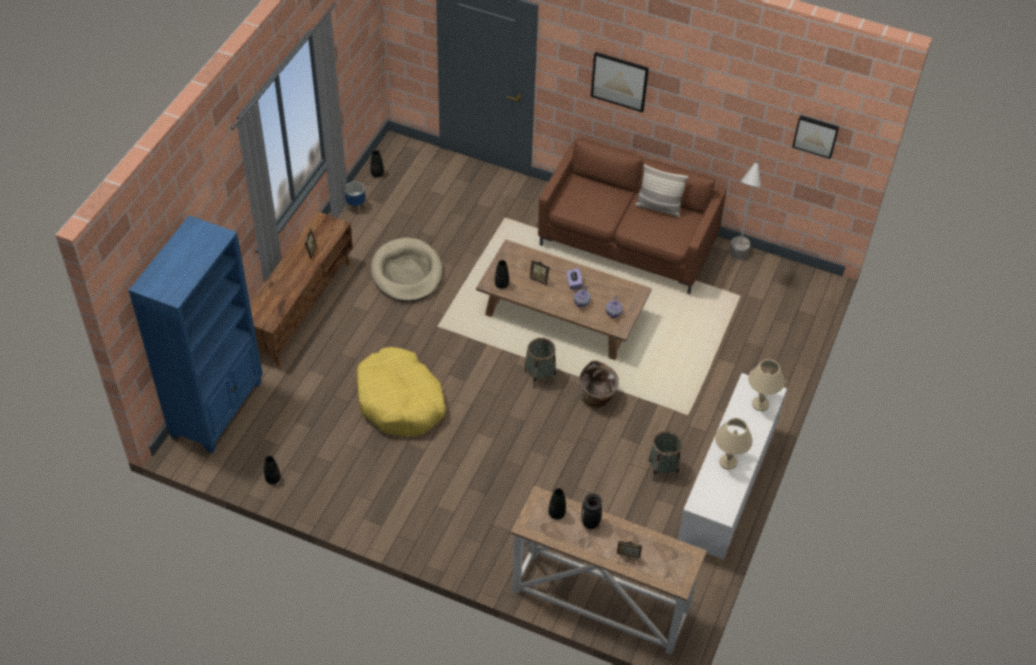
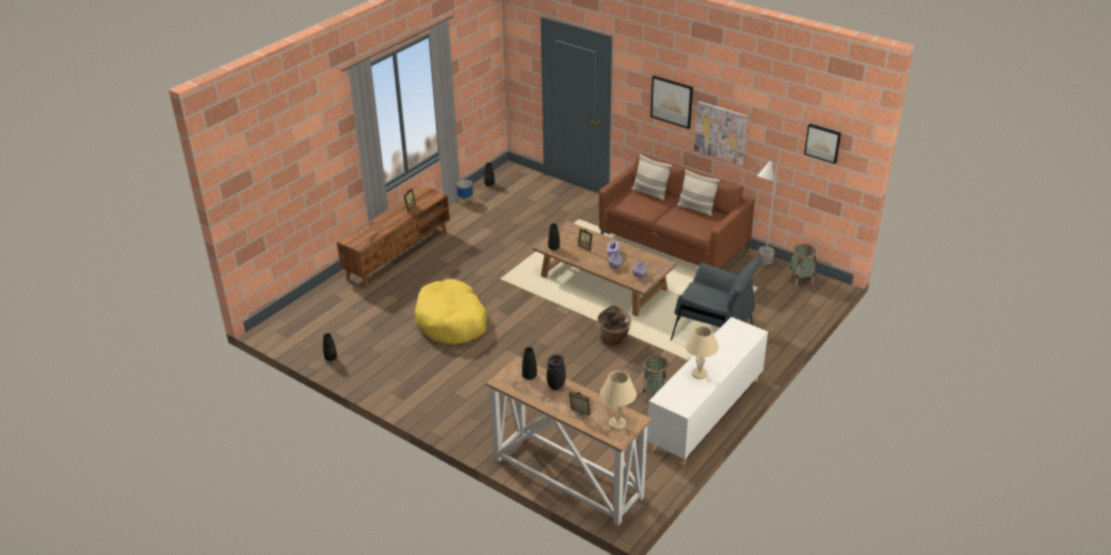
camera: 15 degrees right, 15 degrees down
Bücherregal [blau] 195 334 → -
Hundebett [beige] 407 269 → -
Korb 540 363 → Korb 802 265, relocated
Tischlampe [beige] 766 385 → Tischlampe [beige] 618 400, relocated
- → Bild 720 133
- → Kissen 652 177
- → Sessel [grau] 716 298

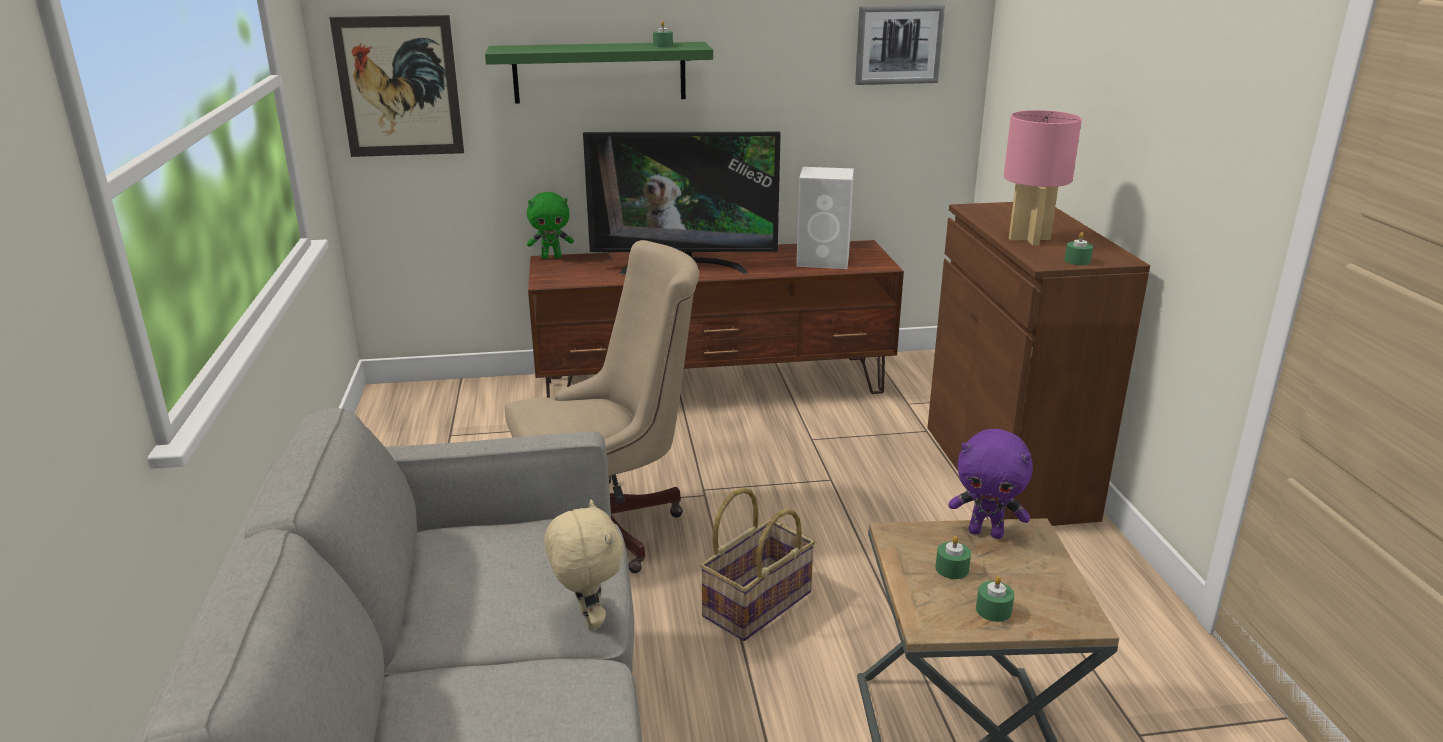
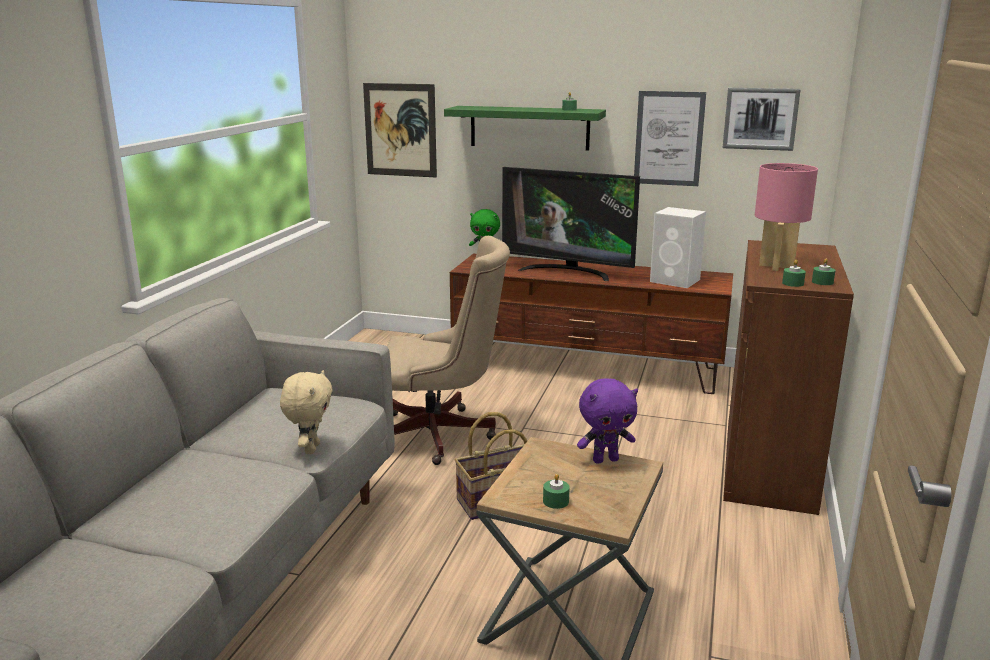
camera: 25 degrees right, 5 degrees down
Plüschtier [lila] 991 484 → Plüschtier [lila] 607 421, 60 degrees counterclockwise
Kerze [grün] 953 557 → Kerze [grün] 823 272, relocated
- → Bild 670 138

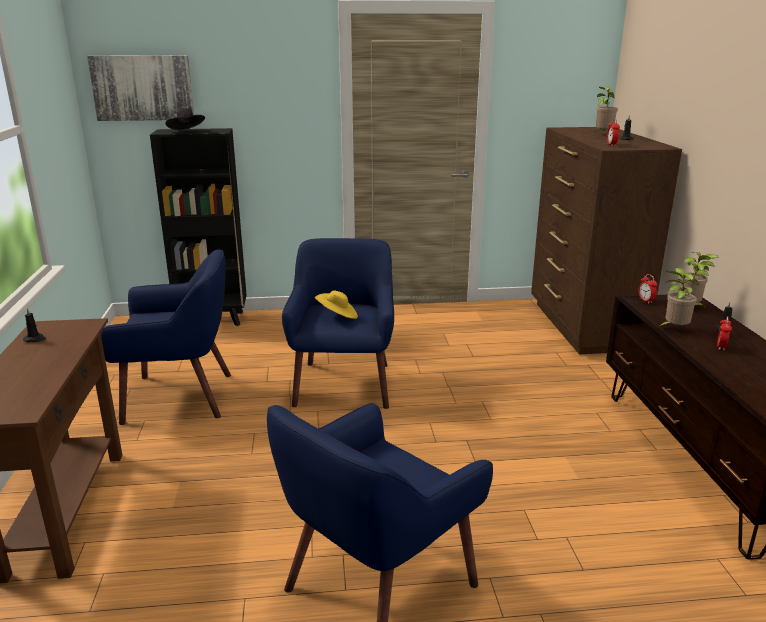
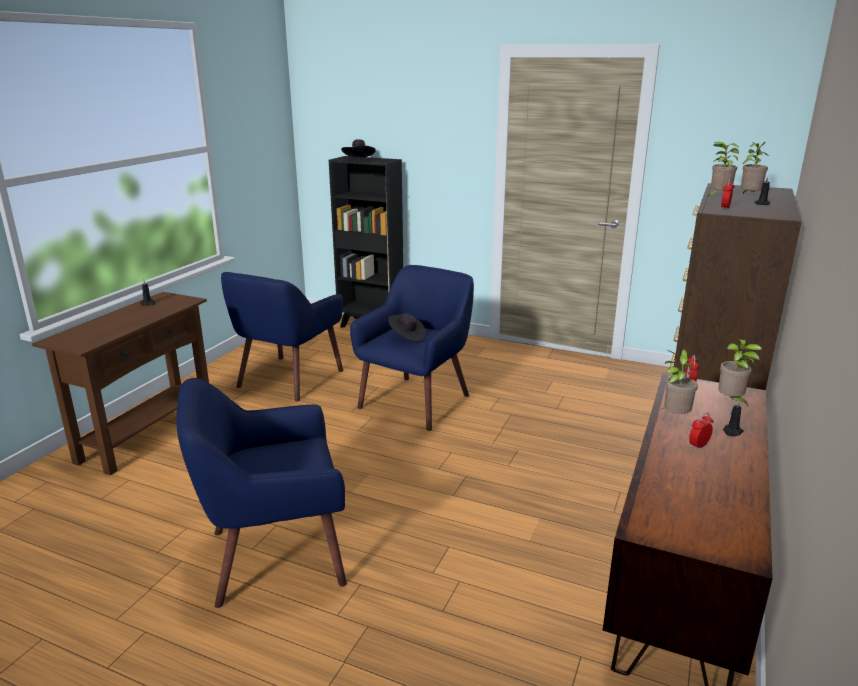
camera: 30 degrees right, 0 degrees up
Bild 140 88 → -
Sessel [blau] 166 337 → Sessel [blau] 282 337, 90 degrees clockwise
Hut [gelb] 336 305 → Hut [schwarz] 407 327
- → Topfpflanze 723 169

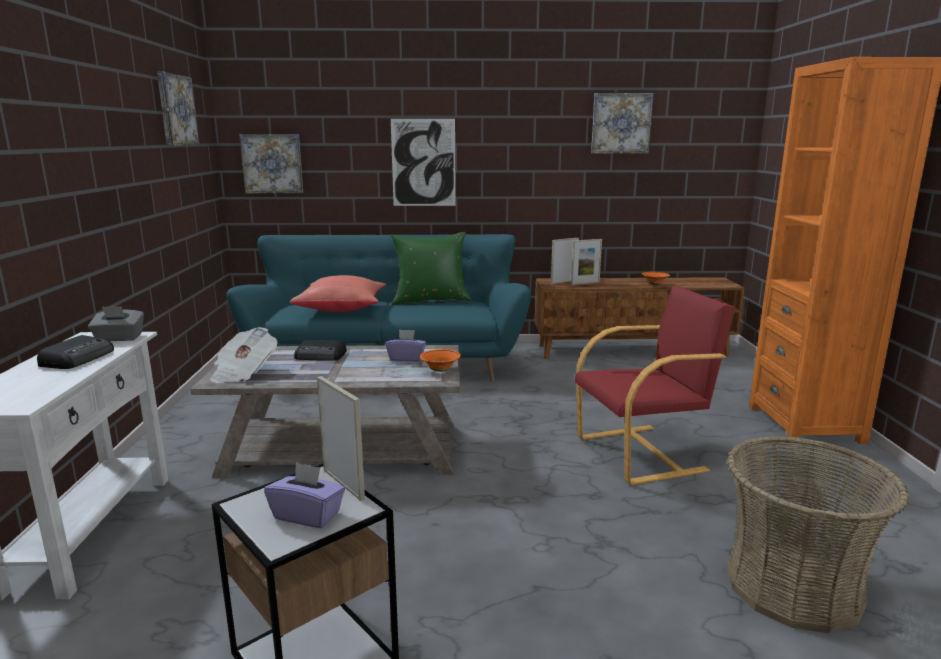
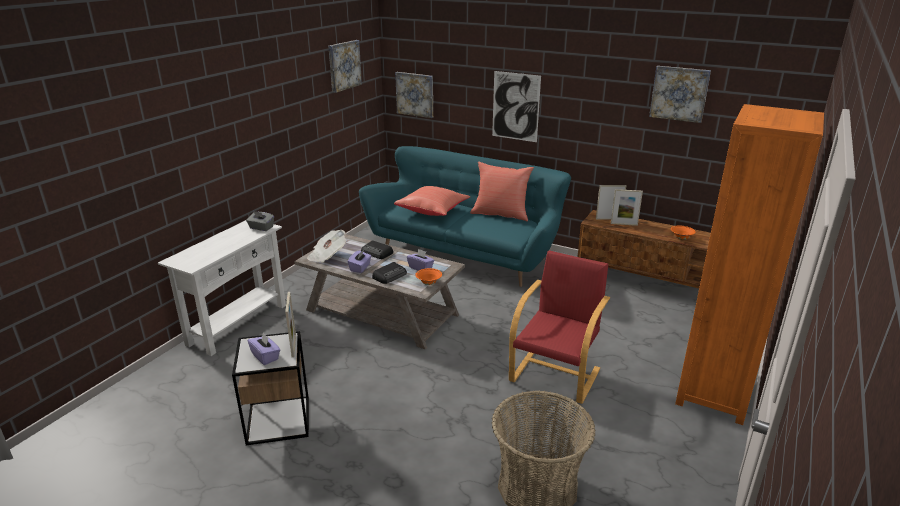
camera: 30 degrees right, 10 degrees up
Kissen [grün] 431 268 → Kissen [rot] 502 191
Sessel [rot] 655 385 → Sessel [rot] 559 327, 75 degrees counterclockwise
Radio 75 352 → Radio 389 273, relocated
- → Taschentuchbox [lila] 359 261

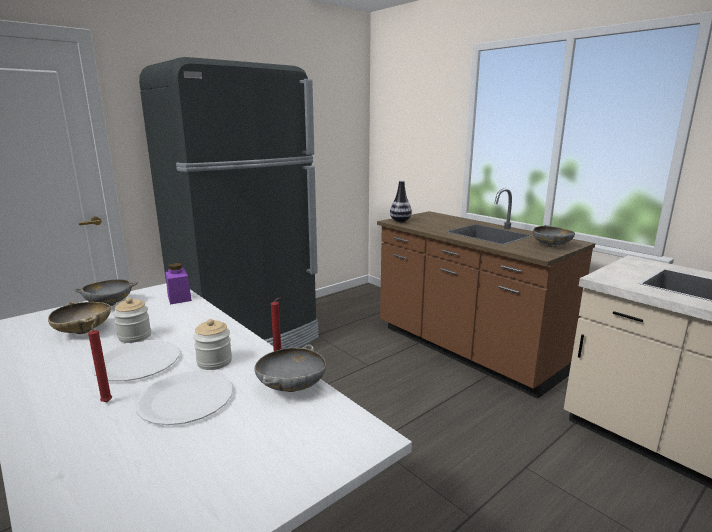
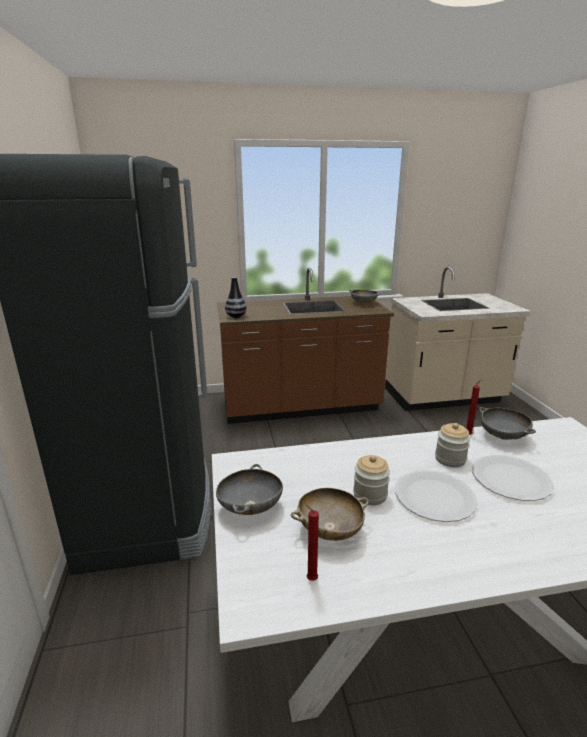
camera: 60 degrees left, 5 degrees up
Vorratsglas [lila] 178 283 → -
Kerze [rot] 100 361 → Kerze [rot] 311 542, relocated

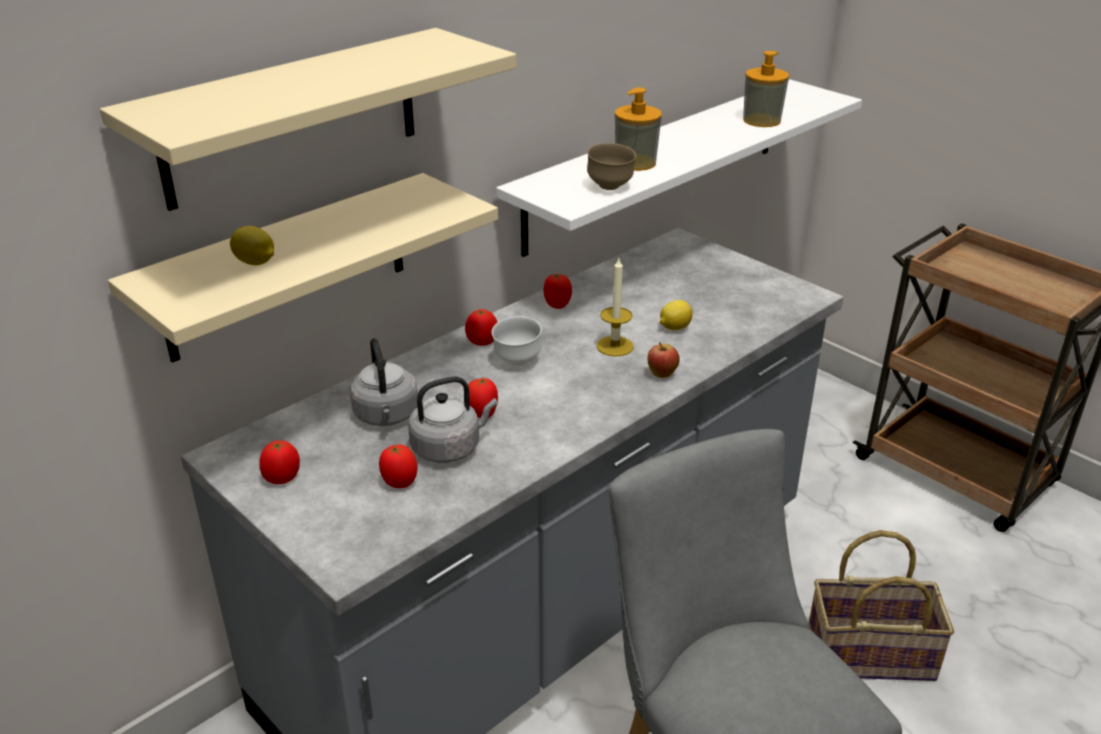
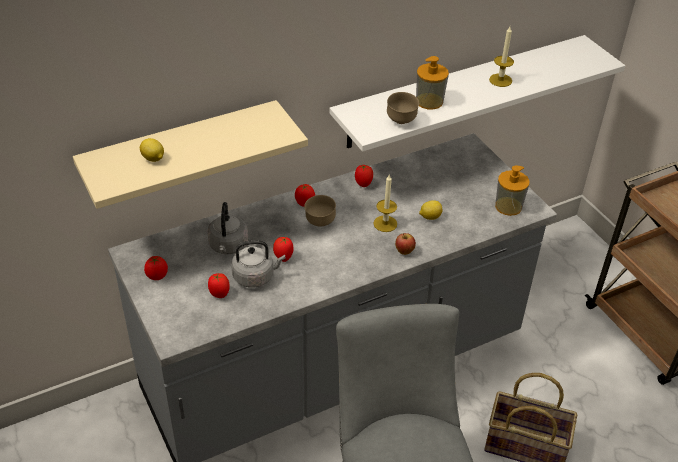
camera: 15 degrees right, 10 degrees up
Wandregal [beige] 308 119 → -
Seifenspender 766 89 → Seifenspender 512 191, relocated
Schüssel [weiß] 517 341 → Schüssel [braun] 320 211
- → Kerze 501 57

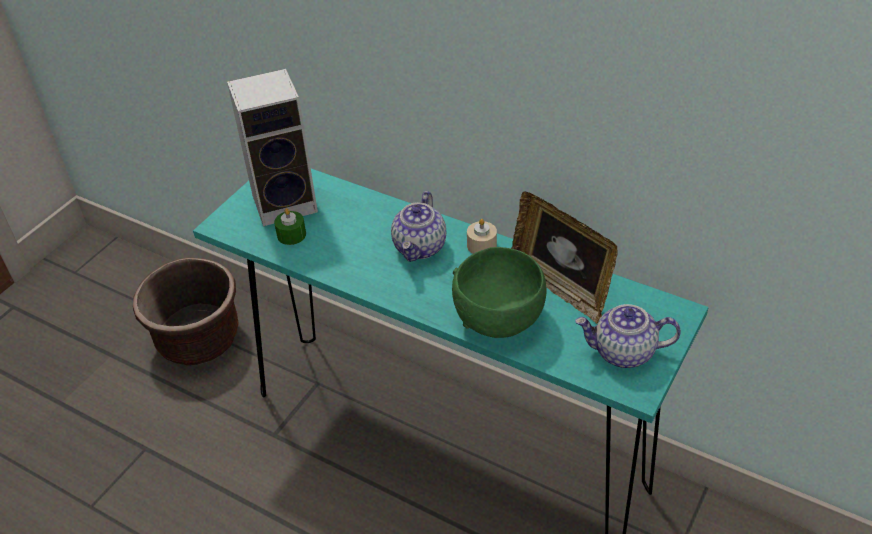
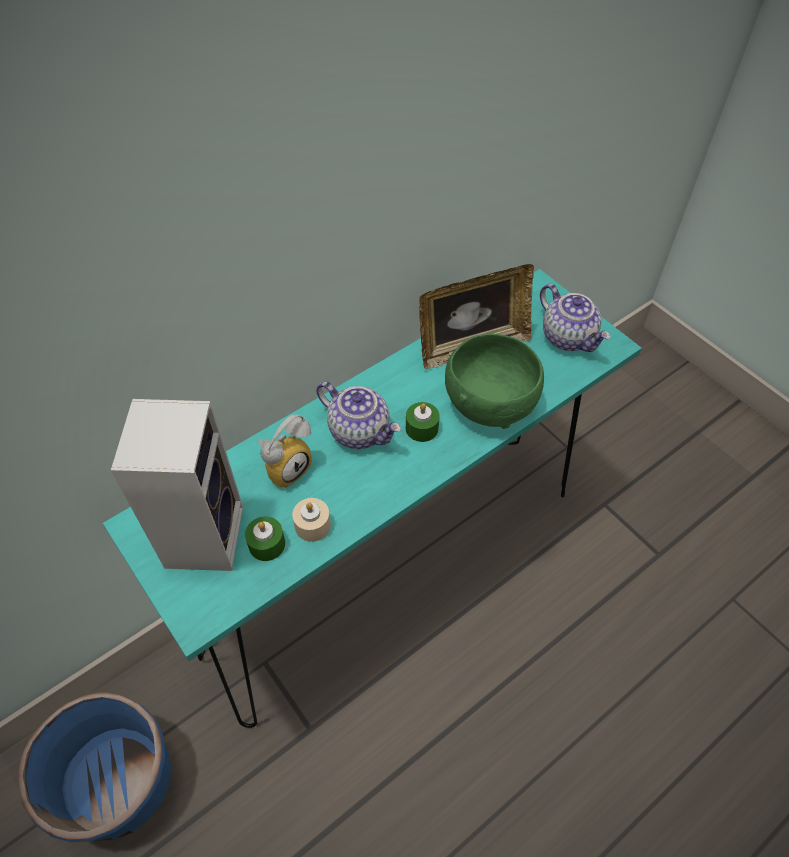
camera: 70 degrees left, 10 degrees up
Kerze [beige] 482 236 → Kerze [beige] 311 520, relocated
Pflanzkübel [braun] 186 311 → Pflanzkübel [blau] 94 767
Teekanne 628 336 → Teekanne 575 318, 60 degrees counterclockwise
- → Kerze [grün] 422 422
- → Wecker 285 451

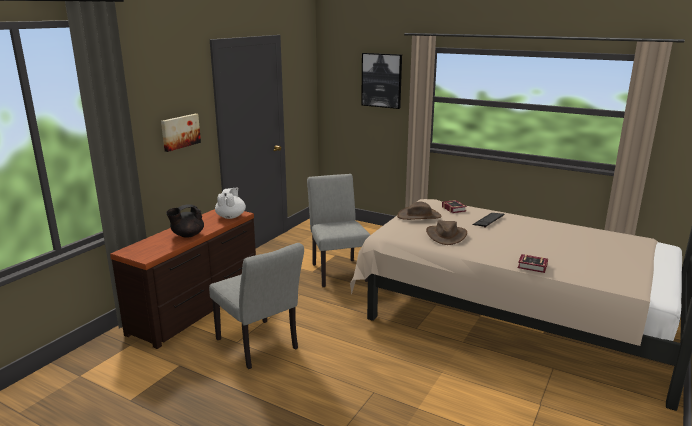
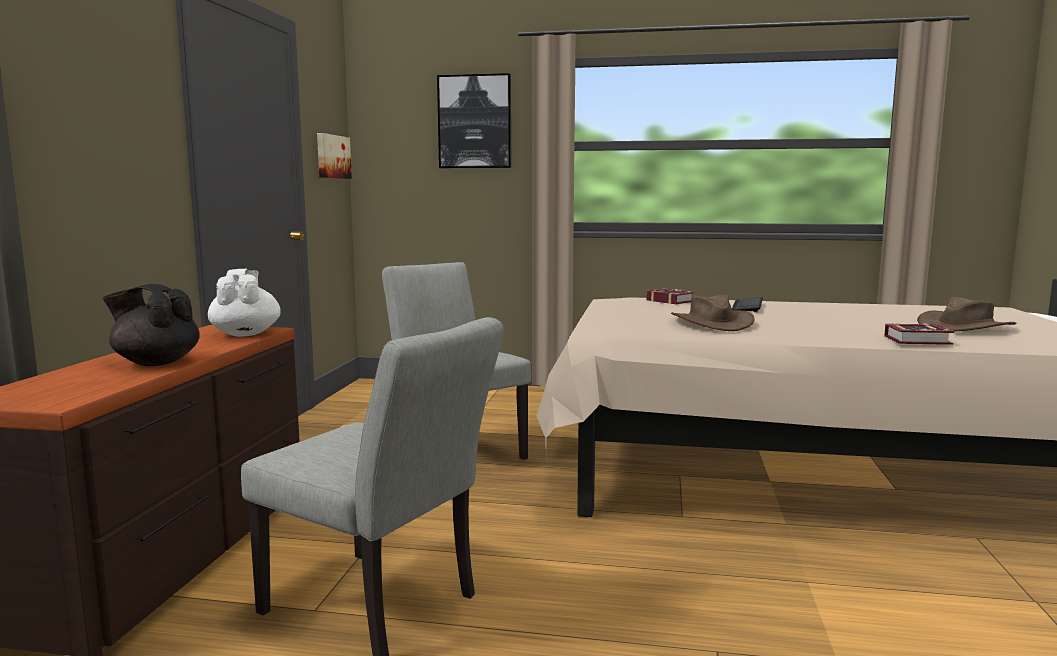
camera: 20 degrees left, 10 degrees down
Bild 181 133 → Bild 334 156, relocated
Hut [braun] 419 210 → Hut [braun] 967 314, relocated
Teekanne [schwarz] 185 221 → Teekanne [schwarz] 151 325, 75 degrees clockwise

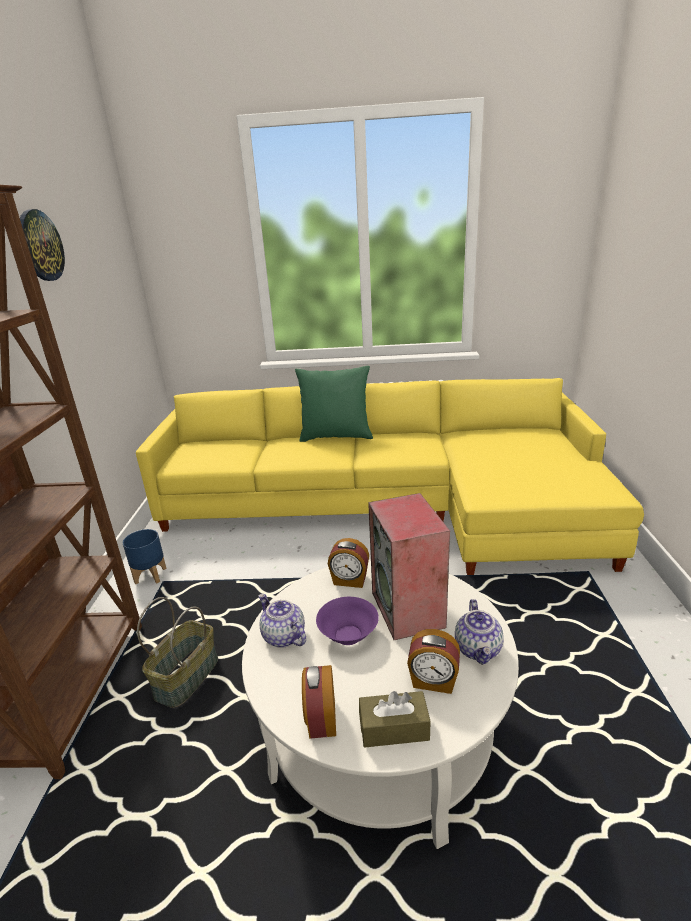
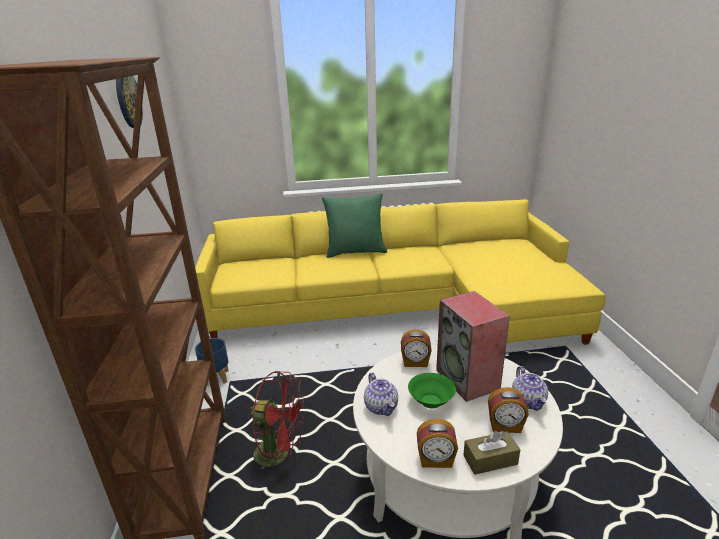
camera: 10 degrees left, 0 degrees up
Teekanne 282 621 → Teekanne 381 394, 150 degrees counterclockwise
Korb 177 652 → Ventilator [rot] 278 420
Schüssel [lila] 347 621 → Schüssel [grün] 432 391
Wecker 319 702 → Wecker 437 443, 75 degrees counterclockwise

